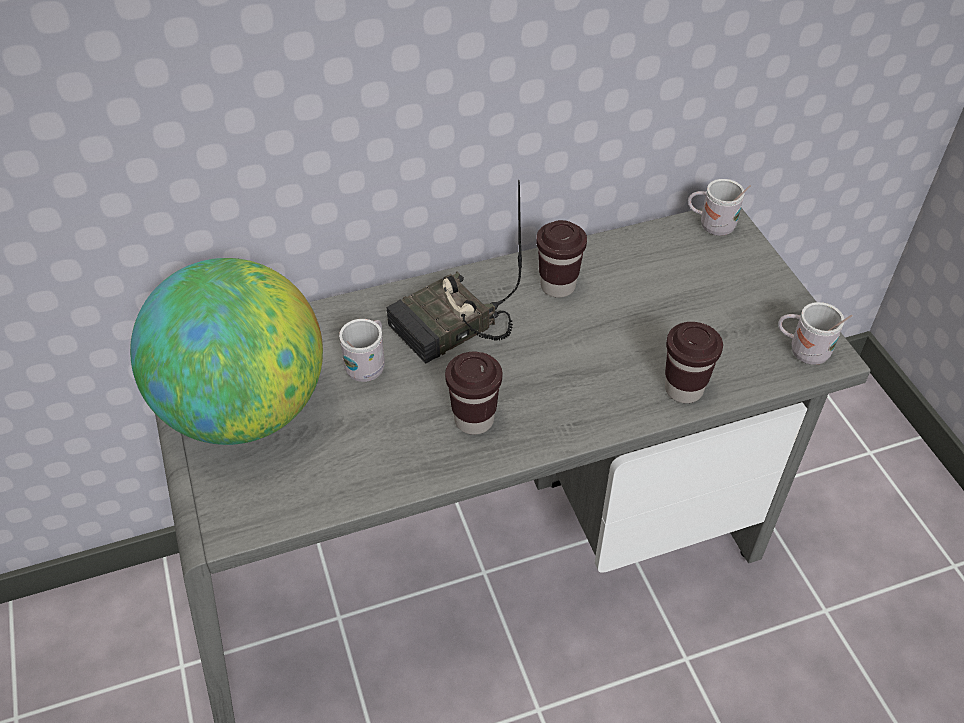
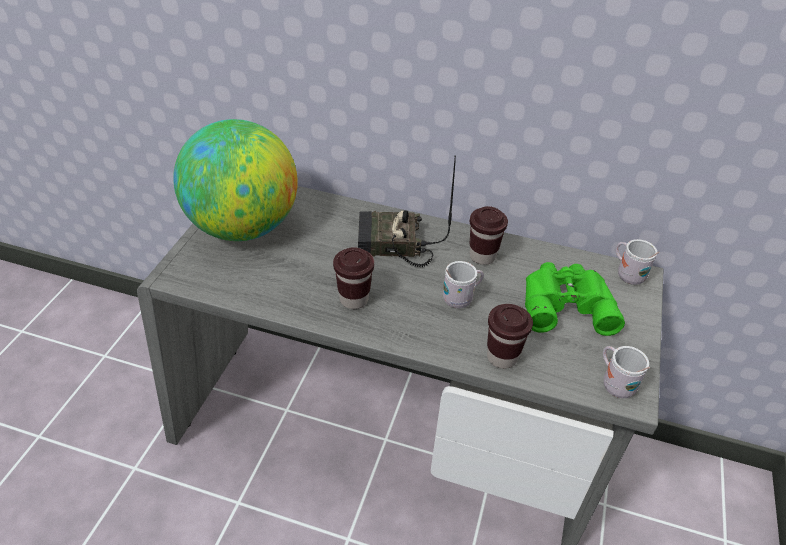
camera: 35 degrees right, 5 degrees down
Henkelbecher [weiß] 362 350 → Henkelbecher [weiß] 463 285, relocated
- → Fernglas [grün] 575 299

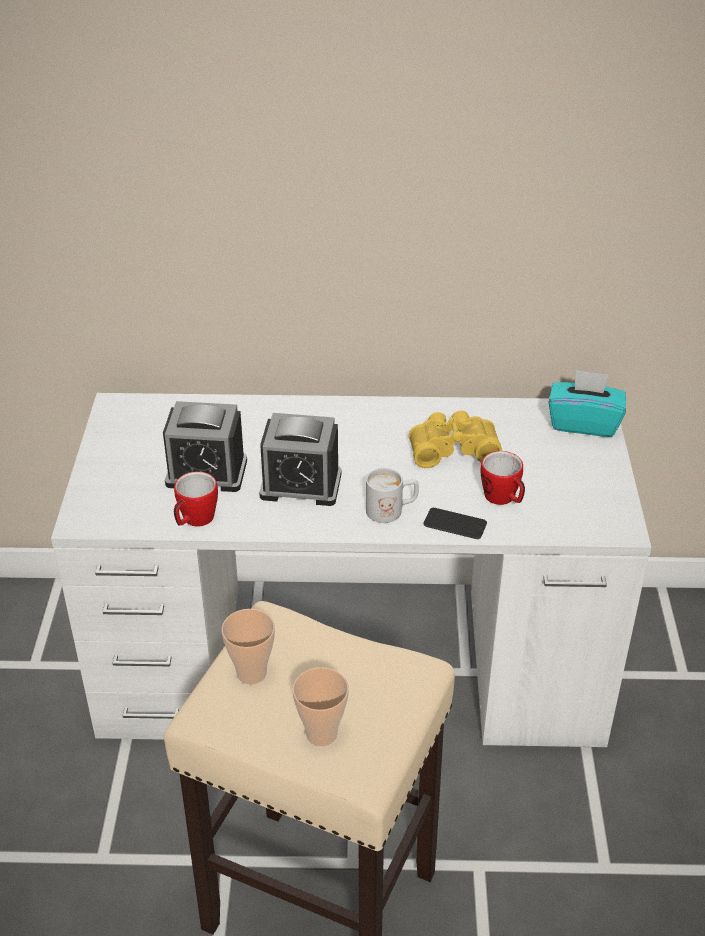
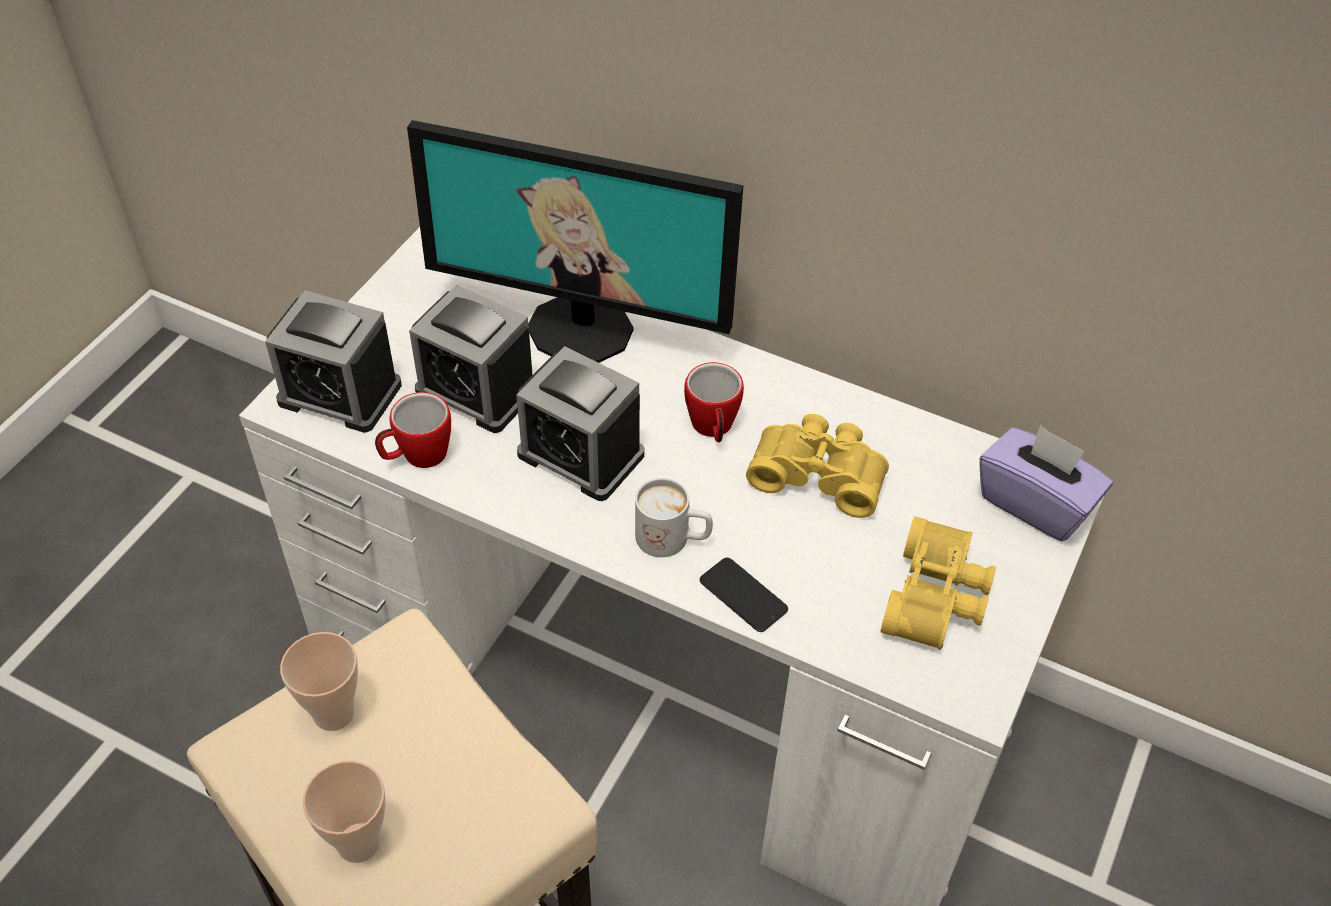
camera: 25 degrees right, 10 degrees up
Taschentuchbox [türkis] 587 403 → Taschentuchbox [lila] 1046 483
Henkelbecher 502 478 → Henkelbecher 714 402, relocated
- → Monitor 575 241
- → Wecker 333 361
- → Fernglas [gelb] 938 583

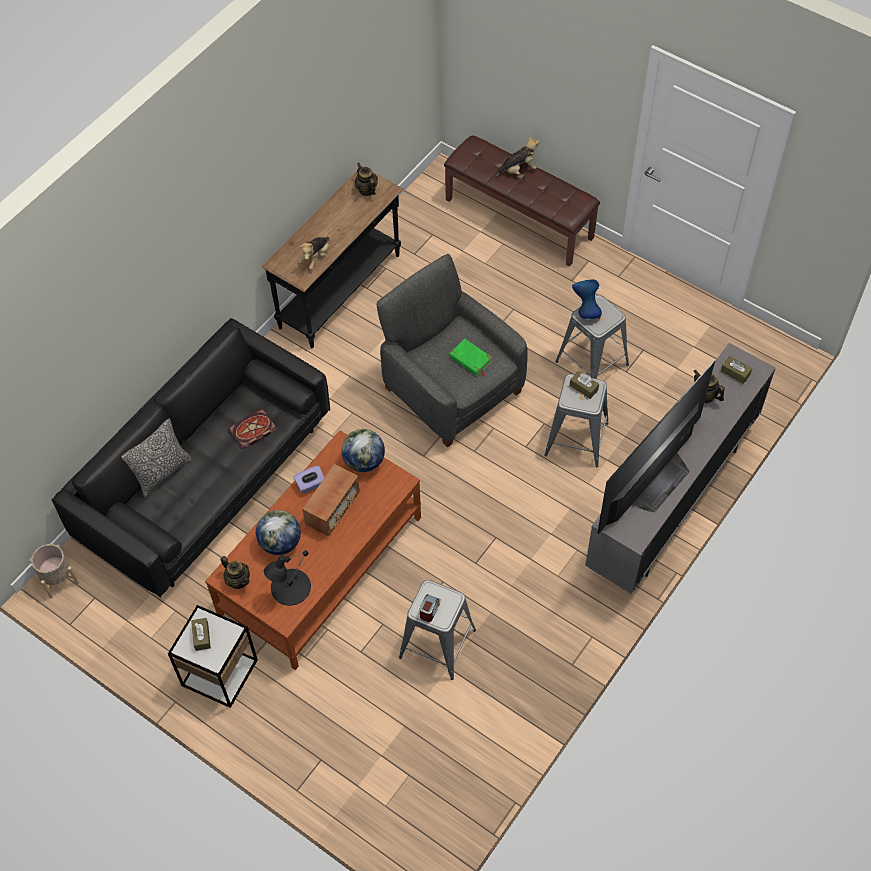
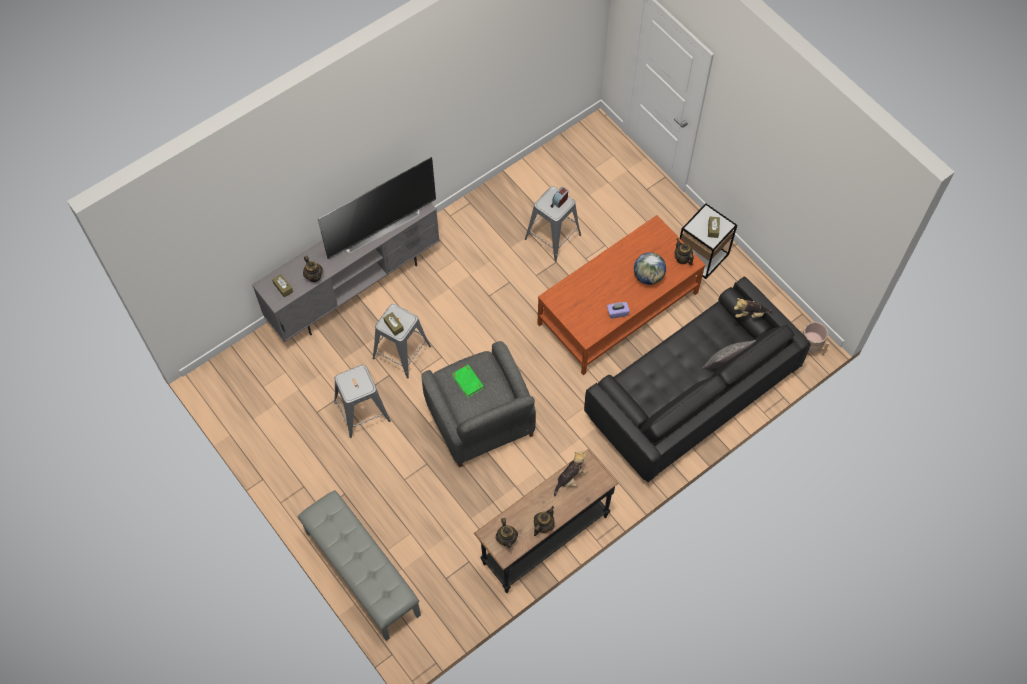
camera: 165 degrees left, 5 degrees up
Plüschtier 517 157 → Plüschtier 753 308, relocated
Bank [braun] 522 201 → Bank [grau] 359 565
Vase [blau] 587 299 → -
Buch 252 428 → -
Globus 363 450 → -
Radio 331 500 → -
Tischlampe [schwarz] 287 578 → -
- → Teekanne 544 521

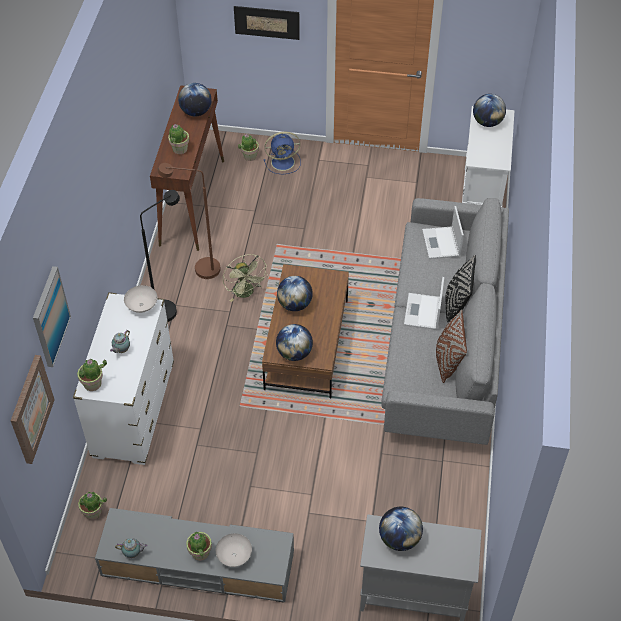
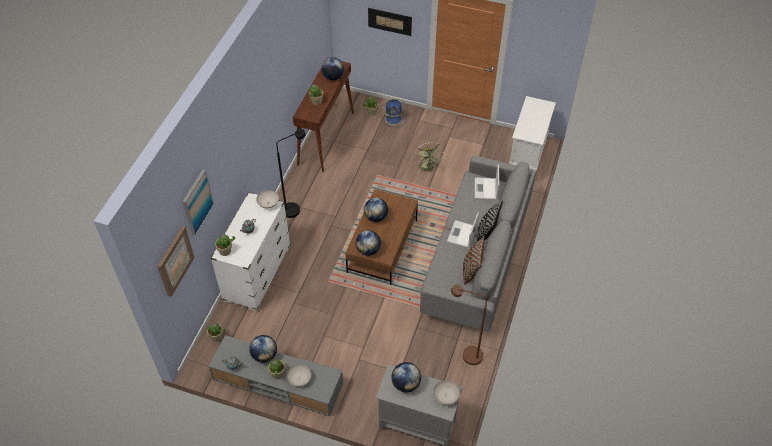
camera: 10 degrees right, 0 degrees up
Globus 489 110 → Globus 263 349, relocated
Stehlampe [braun] 189 221 → Stehlampe [braun] 469 325, relocated
Ventilator [grün] 245 278 → Ventilator [grün] 429 157, relocated
- → Schüssel [weiß] 447 392

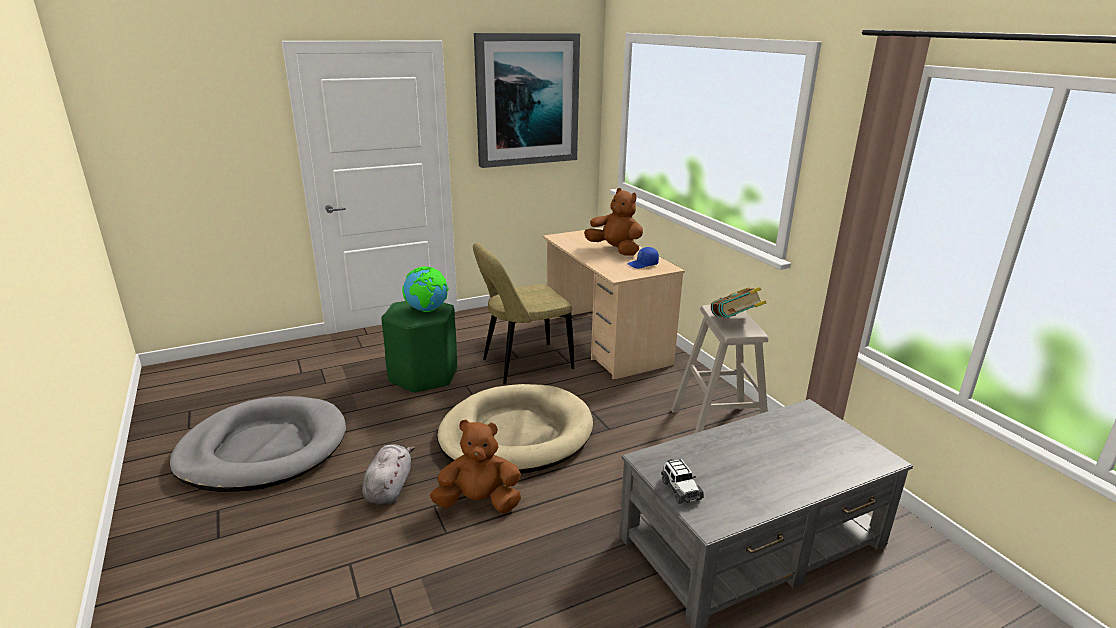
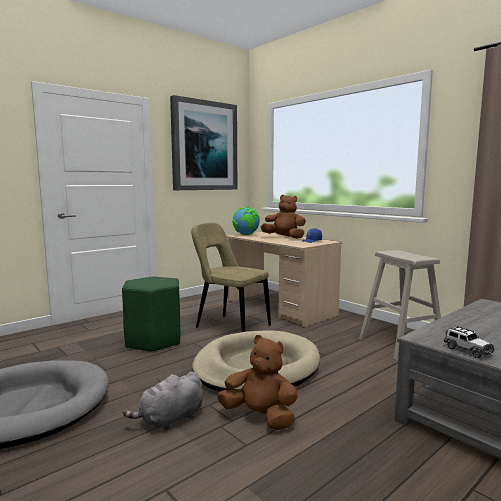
camera: 15 degrees left, 15 degrees down
Stuhl [beige] 523 313 → Stuhl [beige] 231 277, 75 degrees clockwise
Globus 425 289 → Globus 246 221, relocated
Buch 738 302 → -
Plüschtier [braun] 475 466 → Plüschtier [braun] 257 382, 45 degrees clockwise
Plüschtier [grau] 388 474 → Plüschtier [grau] 163 401, 120 degrees counterclockwise

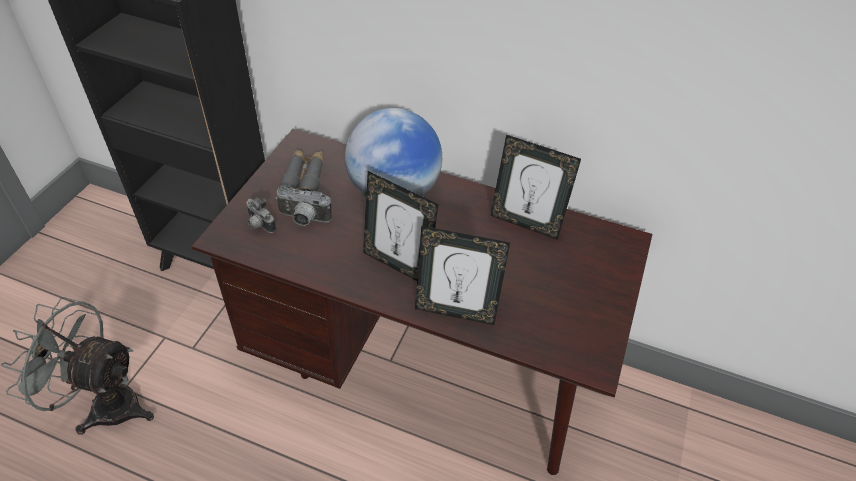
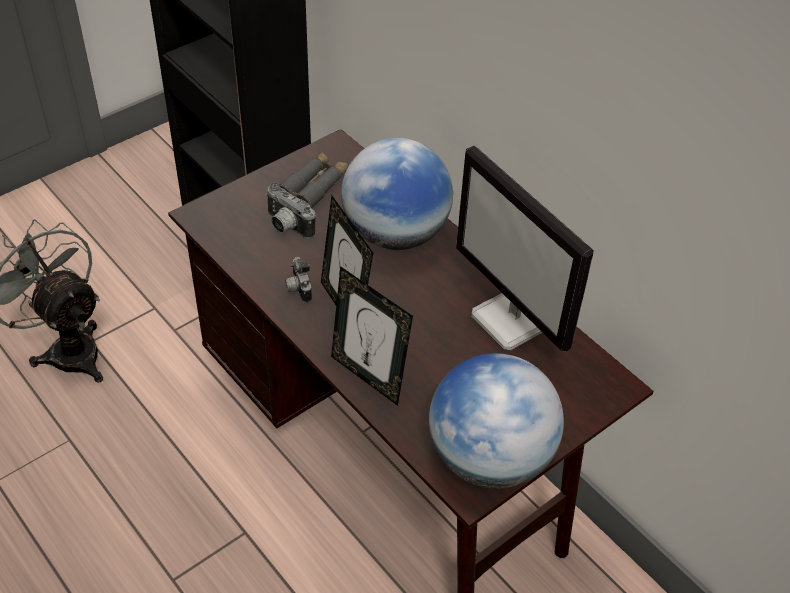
camera: 30 degrees right, 0 degrees up
Bilderrahmen 535 187 → Monitor 524 249
Kamera 261 215 → Kamera 298 280, relocated
- → Globus 496 421

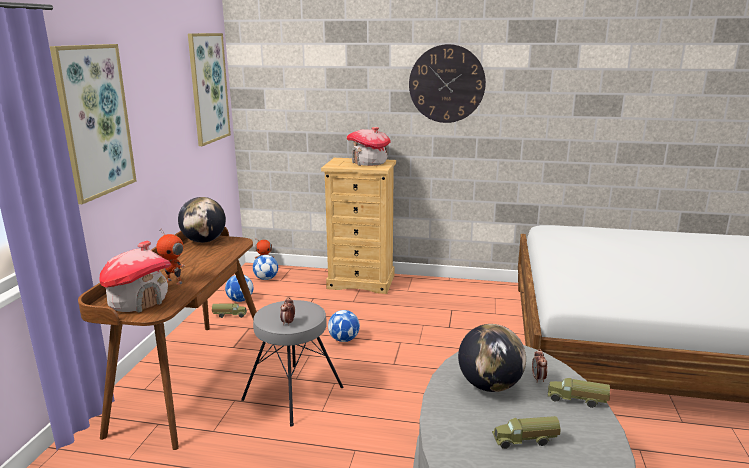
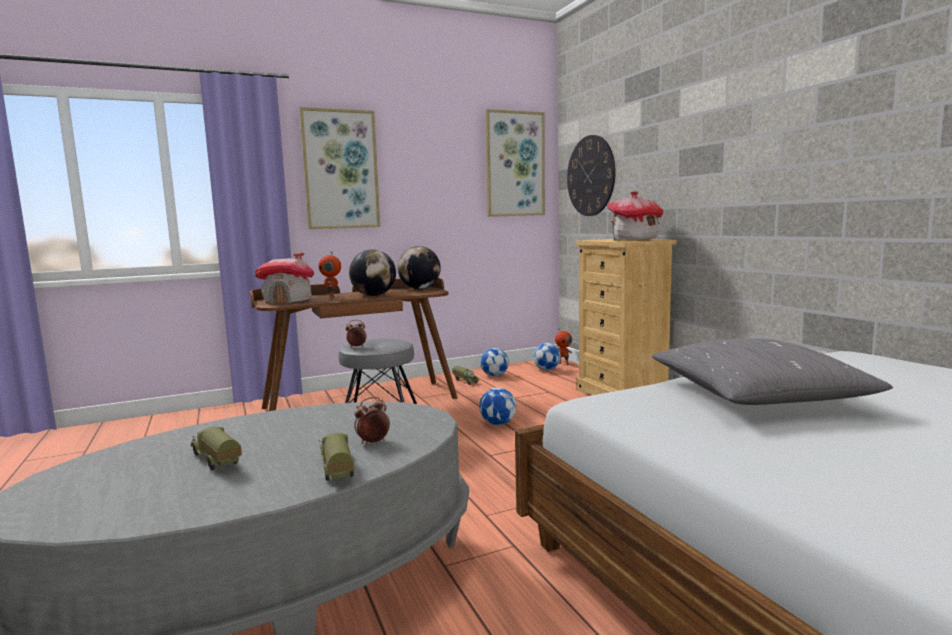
camera: 55 degrees right, 10 degrees down
Wanduhr 447 83 → Wanduhr 591 175, relocated
Globus 492 358 → Globus 372 272, relocated
- → Kissen [grau] 772 371

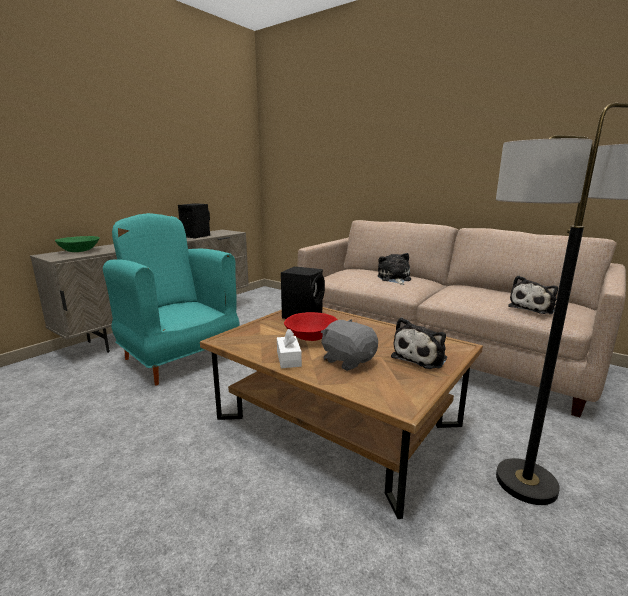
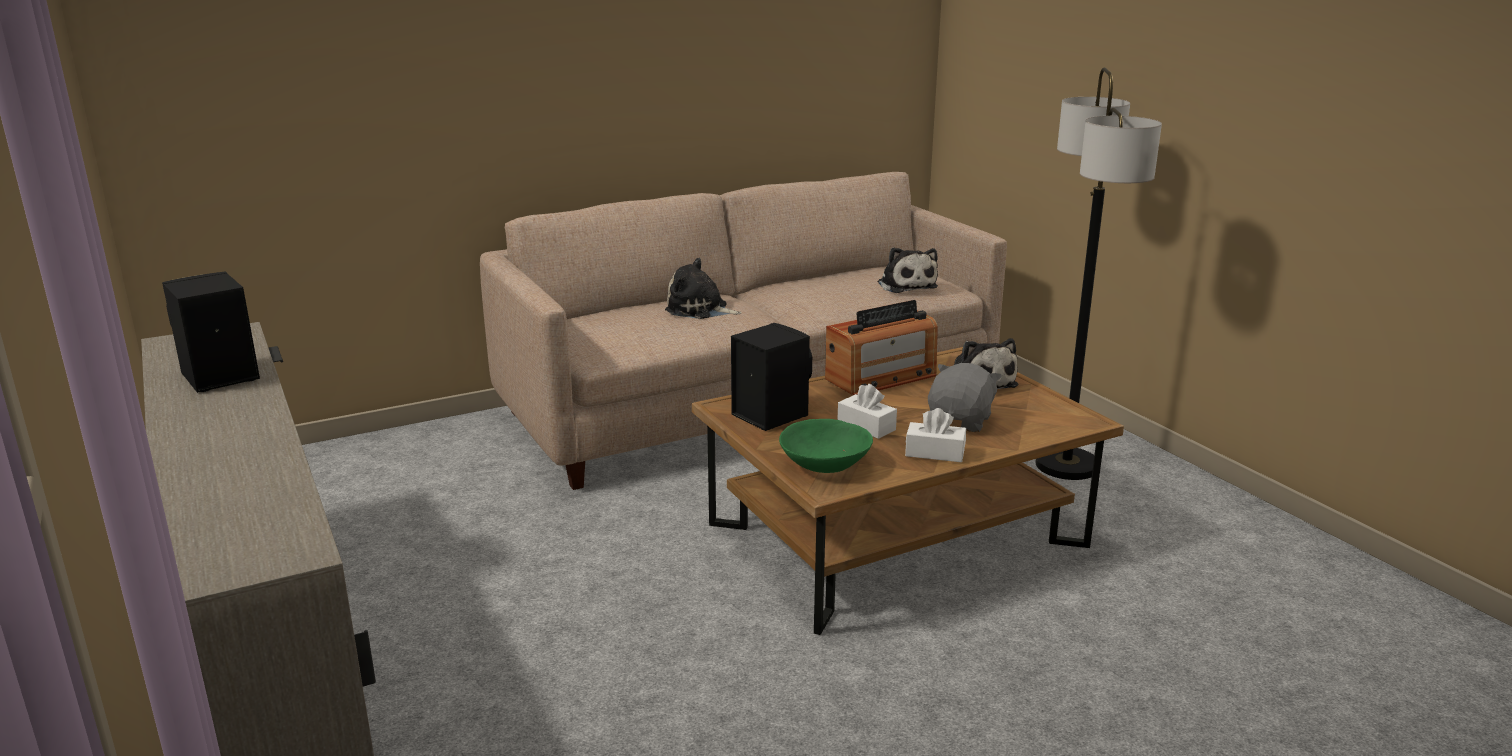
camera: 65 degrees left, 5 degrees up
Sessel [türkis] 171 299 → -
Schüssel [grün] 77 244 → Schüssel [grün] 826 446, relocated
Schüssel [rot] 311 326 → Taschentuchbox [weiß] 867 411
Plüschtier [grau] 349 345 → Plüschtier [grau] 965 397, 135 degrees clockwise
- → Radio 881 347

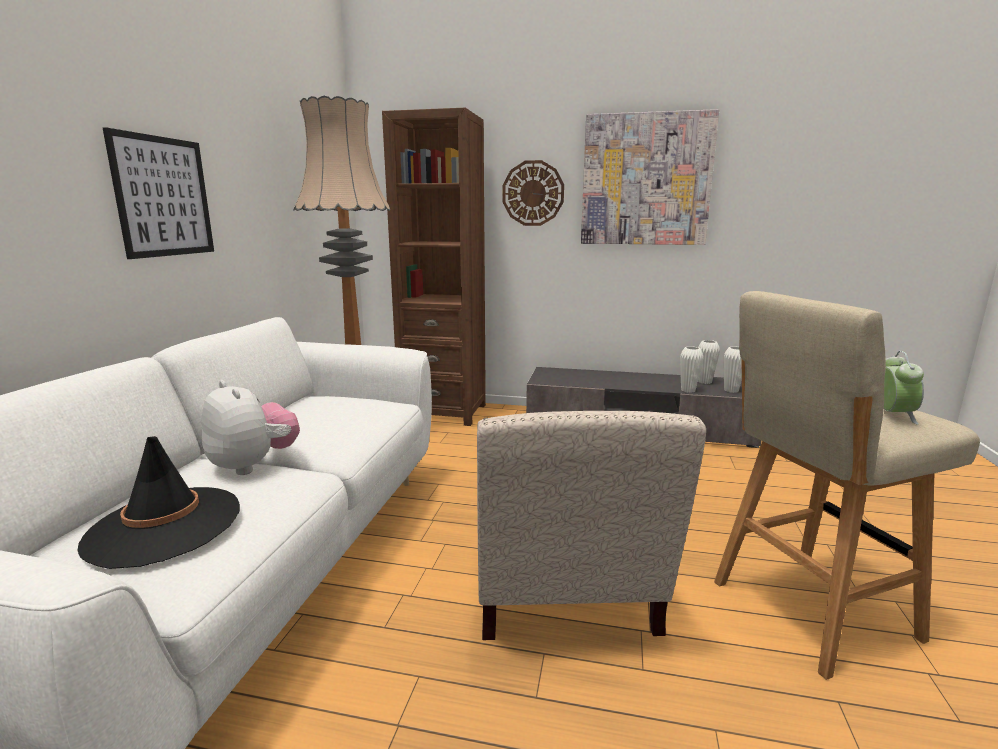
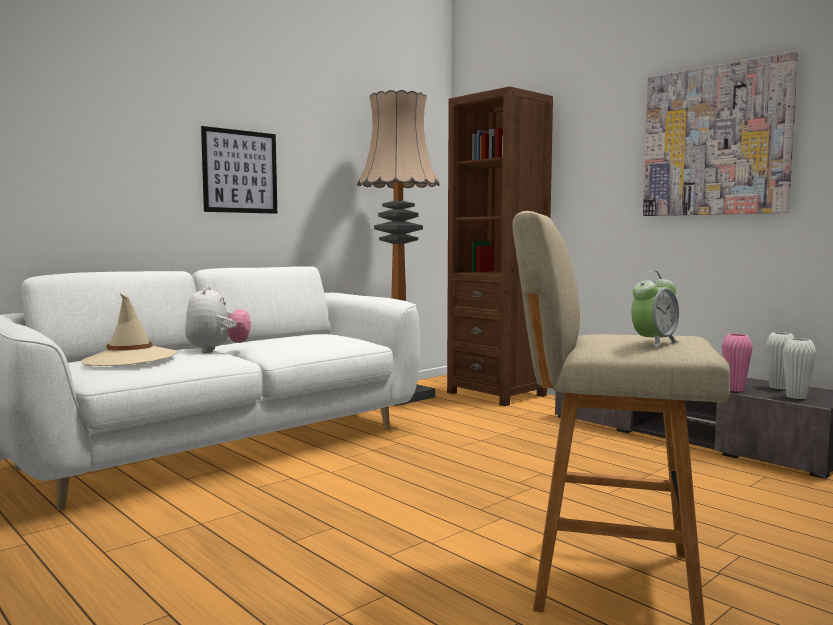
camera: 35 degrees right, 10 degrees down
Wanduhr 533 193 → -
Vase [weiß] 692 369 → Vase [rosa] 737 363
Sessel [beige] 591 525 → -
Hut [schwarz] 159 502 → Hut [beige] 129 330

